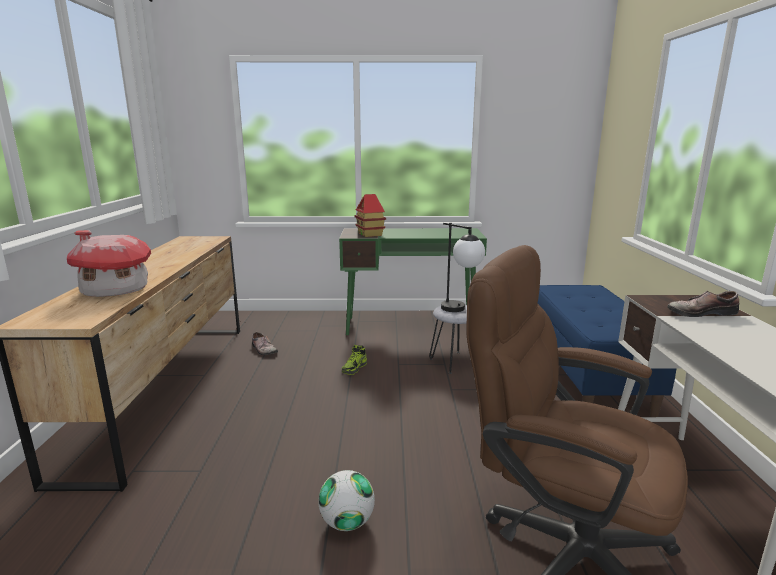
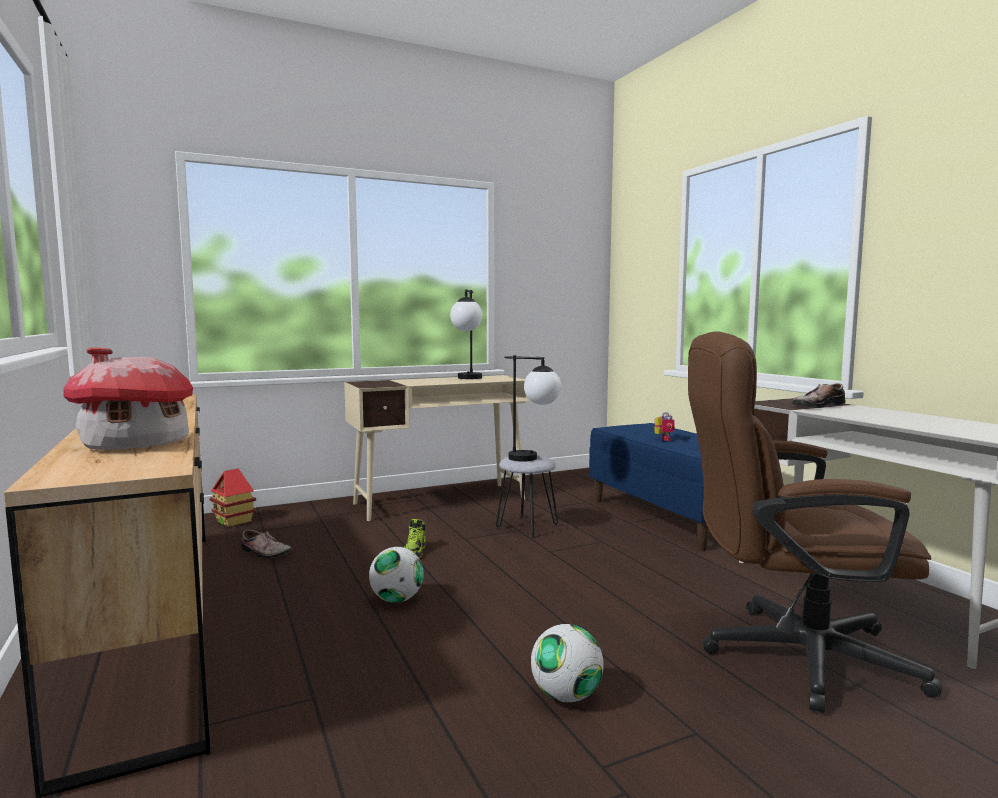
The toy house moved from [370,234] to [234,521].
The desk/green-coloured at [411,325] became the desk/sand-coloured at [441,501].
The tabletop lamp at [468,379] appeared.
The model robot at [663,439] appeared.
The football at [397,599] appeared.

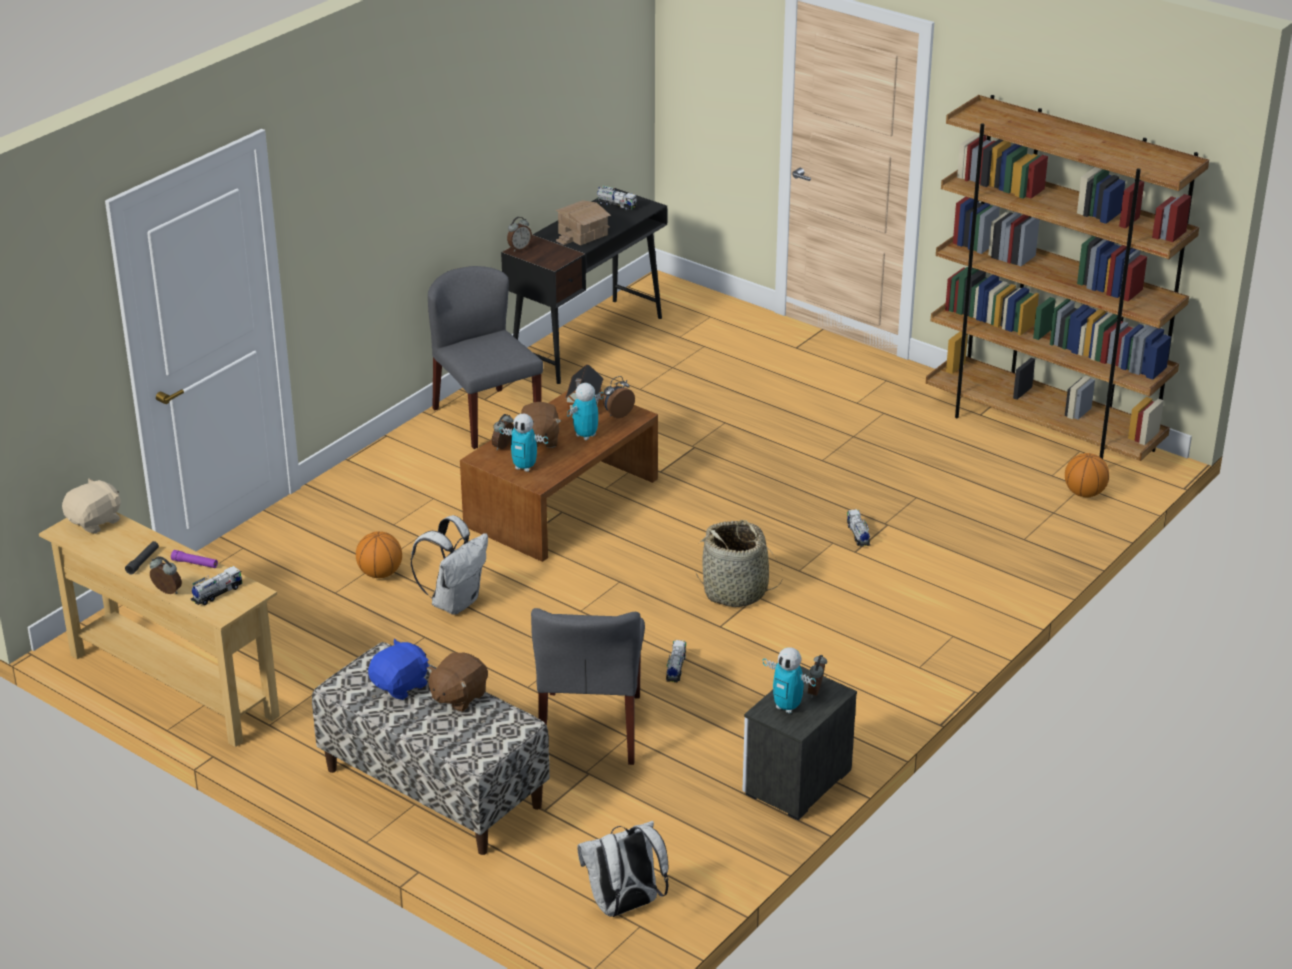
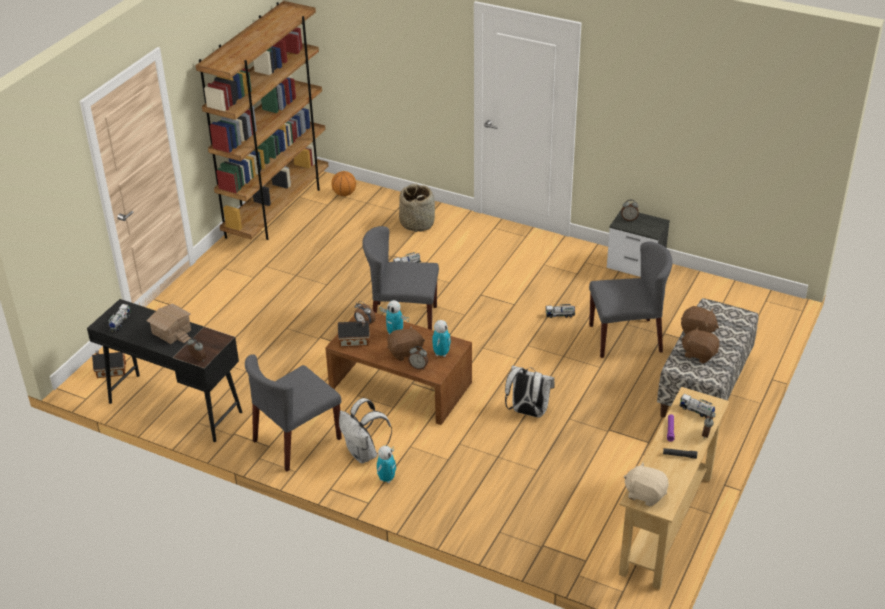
The basket moved from [736,592] to [417,223].
The basketball ball at [380,573] disappeared.
The cuddly toy/bluish at [401,686] became the cuddly toy/brown-coloured at [699,354].
The model robot moved from [787,707] to [386,479].
The backpack/white moved from [624,907] to [364,454].
The plain chair/gray at [403,320] appeared.
The toy house at [110,370] appeared.

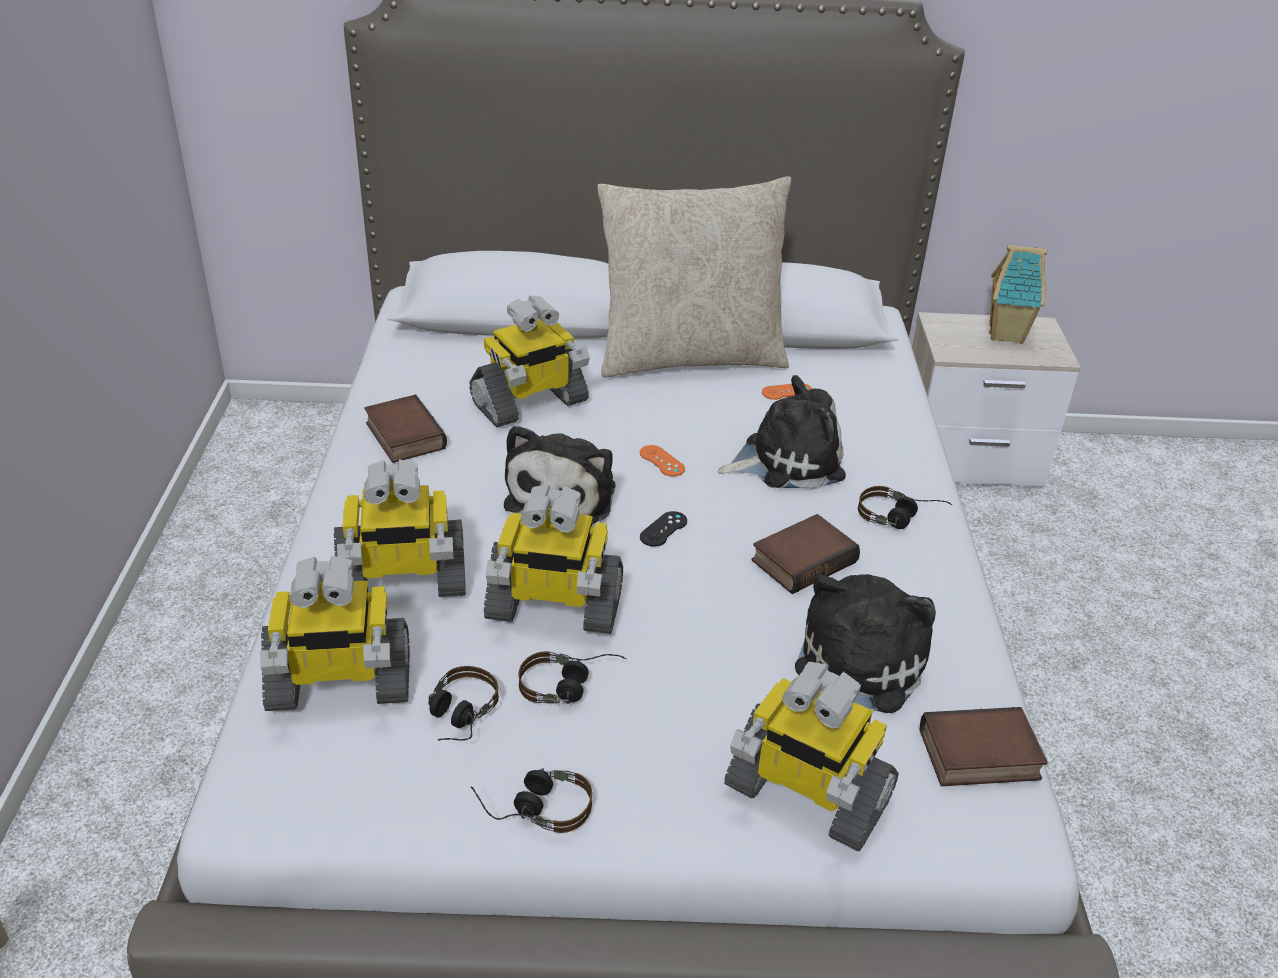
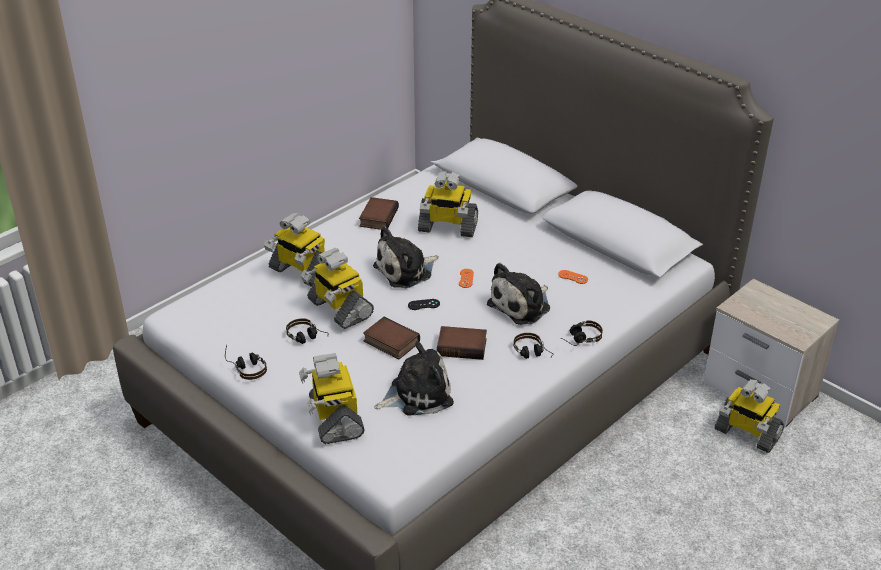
The pillow/sand-coloured at [689,356] disappeared.
The toy house at [1007,335] disappeared.
The cuddly toy at [786,460] turned 105 degrees clockwise.
The model robot moved from [339,683] to [746,433].
The headset moved from [457,719] to [579,339].
The bound book moved from [978,757] to [390,342].

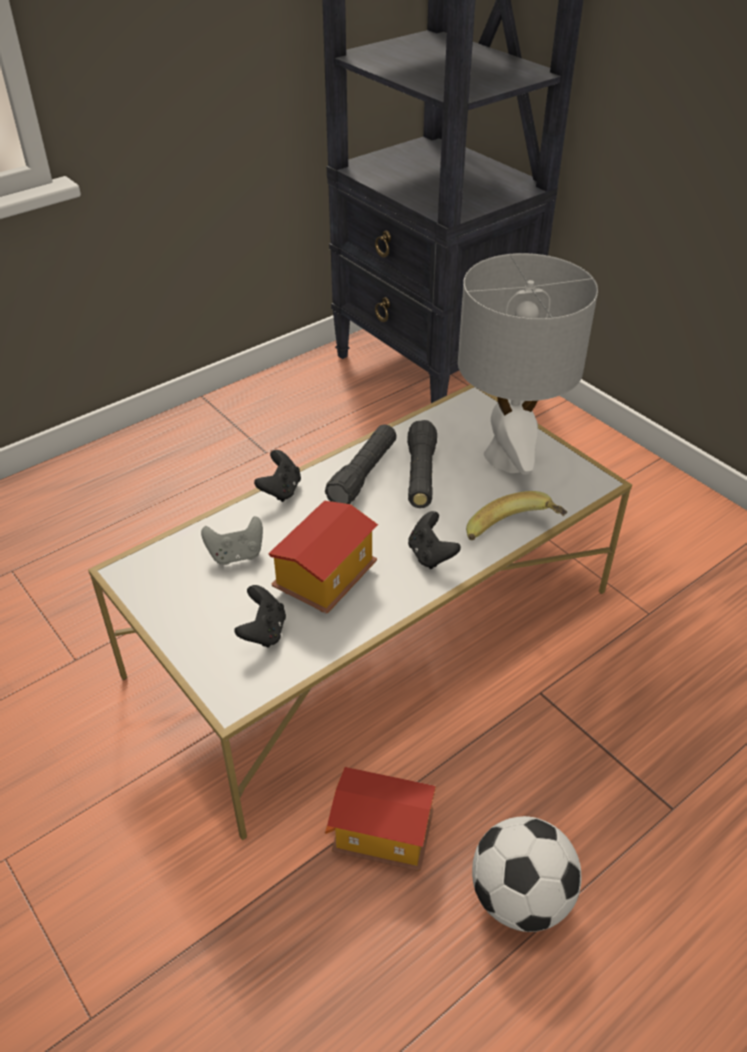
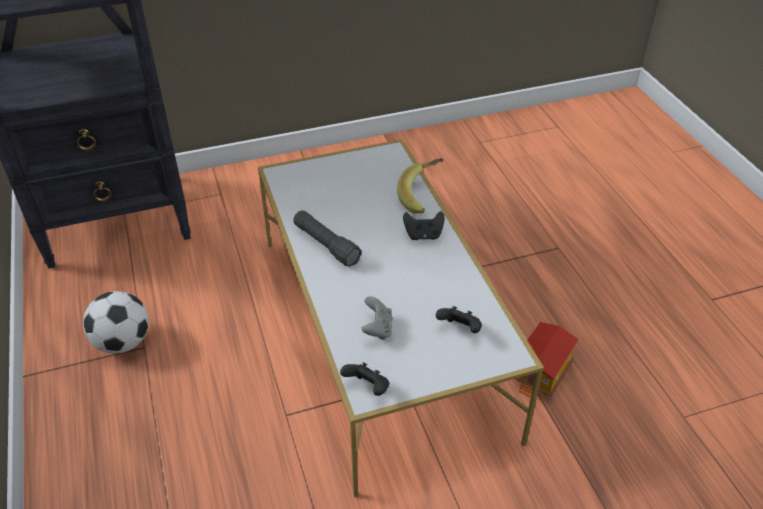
The tabletop lamp/gray at [508,458] disappeared.
The hand torch/black at [420,475] disappeared.
The gamepad/black moved from [280,490] to [367,388].
The toy house at [324,578] disappeared.
The football moved from [520,898] to [123,342].

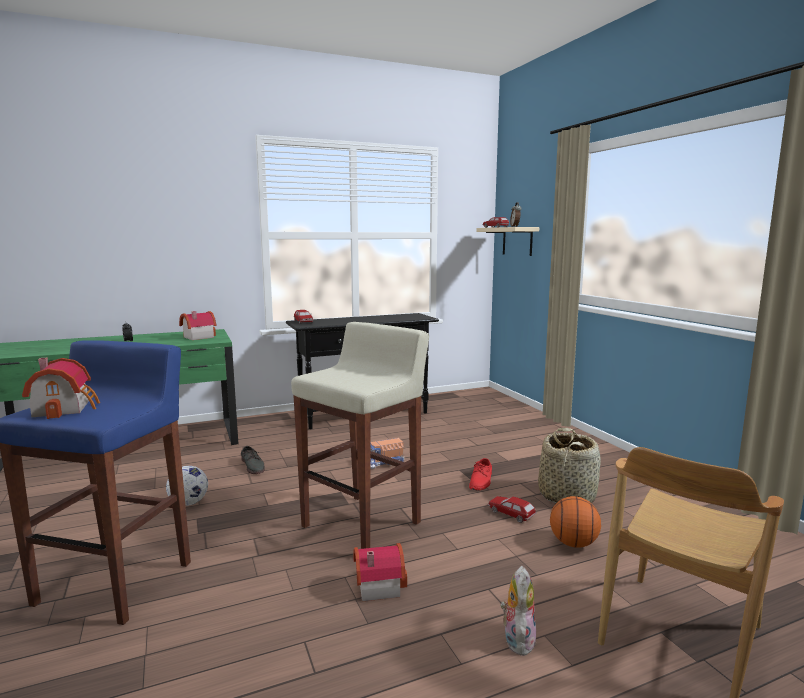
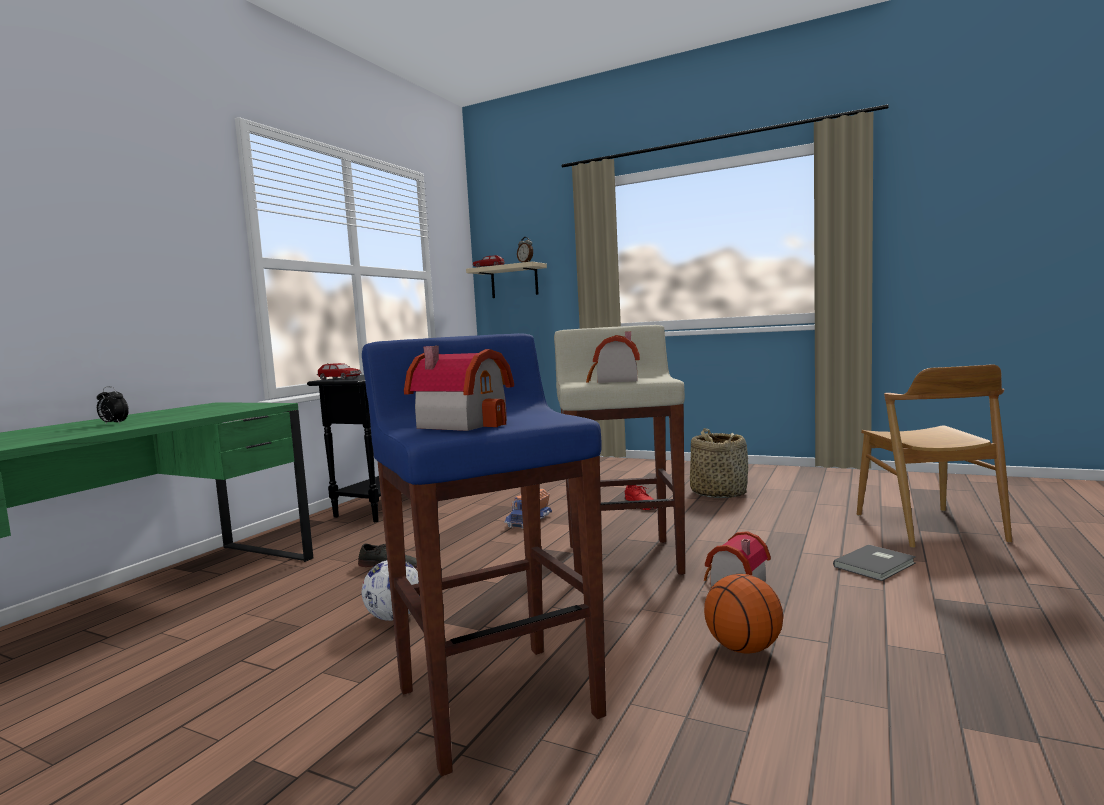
The toy house moved from [197,337] to [614,380].
The miniature car at [511,513] disappeared.
The basketball ball moved from [573,543] to [743,648].
The cuddly toy at [517,639] was replaced by the bound book/gray at [876,565].

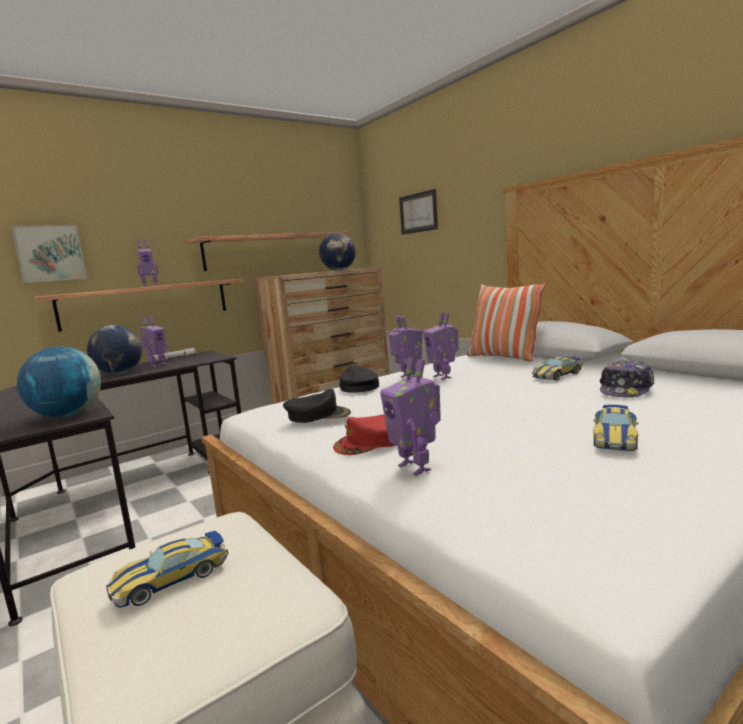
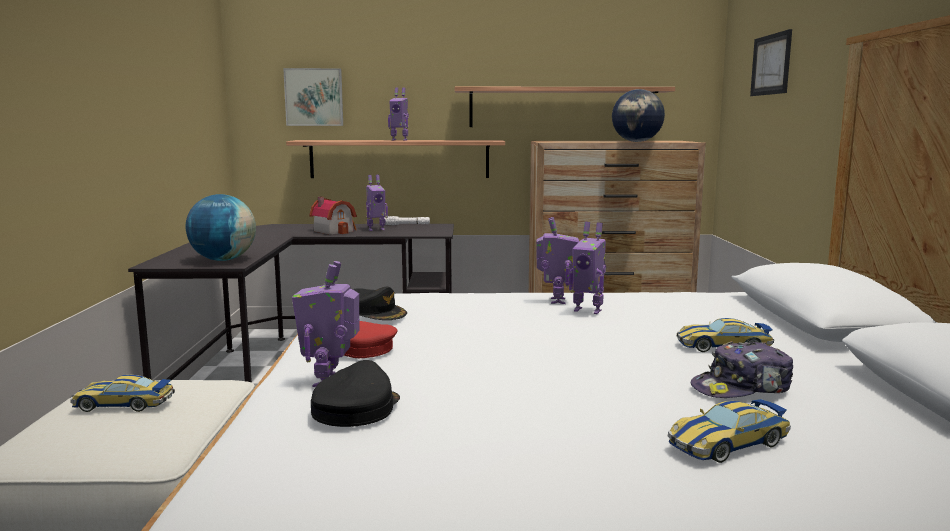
The pillow at [503,357] disappeared.
The model robot at [443,377] turned 75 degrees counterclockwise.
The world globe at [119,373] was replaced by the toy house at [335,231].
The baseball cap/black moved from [358,387] to [355,408].
The miniature car moved from [615,437] to [728,443].

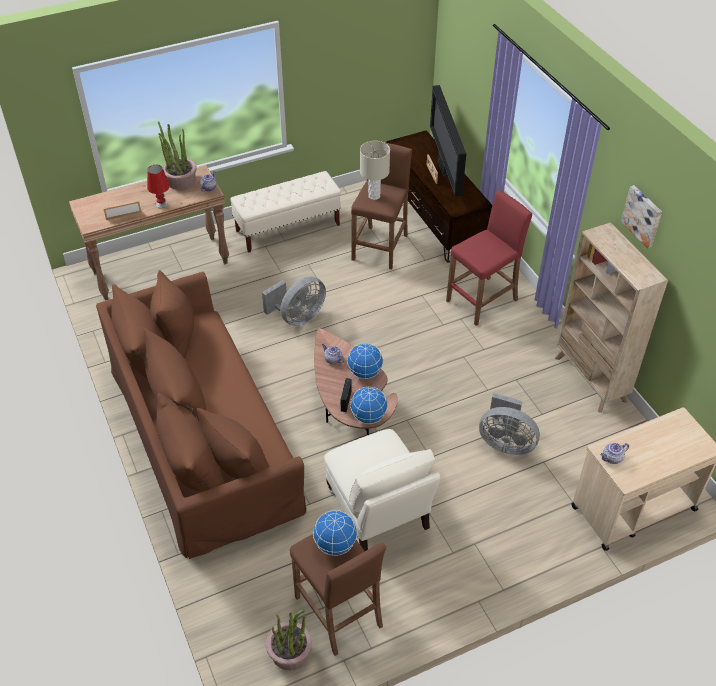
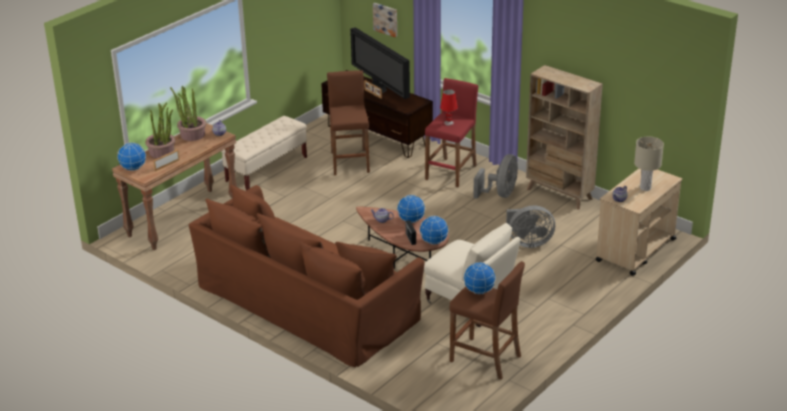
The tabletop lamp/sand-coloured moved from [374,196] to [645,188].
The tabletop lamp/reddish moved from [161,204] to [448,123].
The picture moved from [643,216] to [386,19].
The fan/gray moved from [298,317] to [500,194].
The houseplant moved from [290,652] to [162,152].
The world globe at [133,168] appeared.

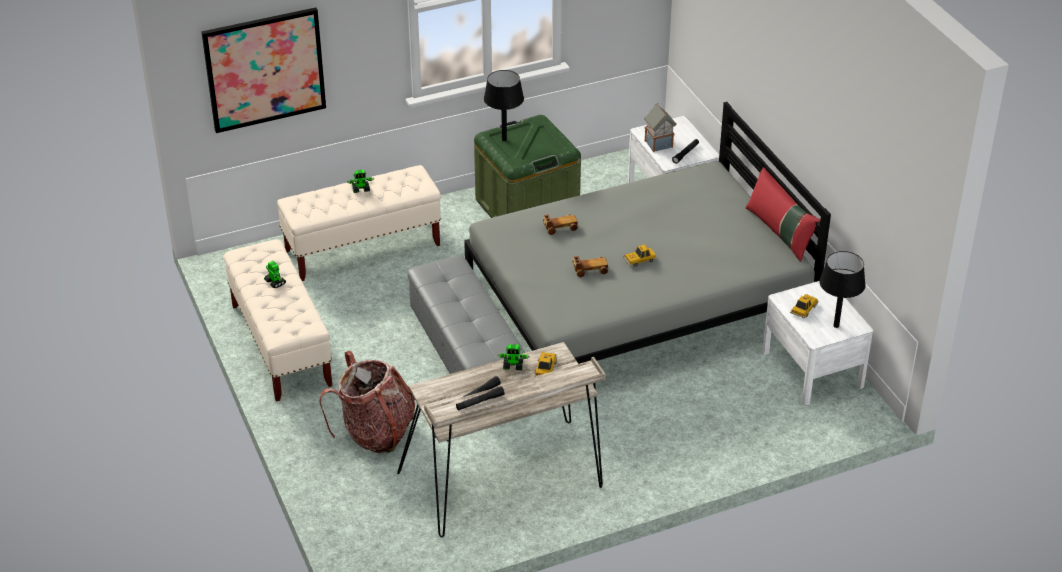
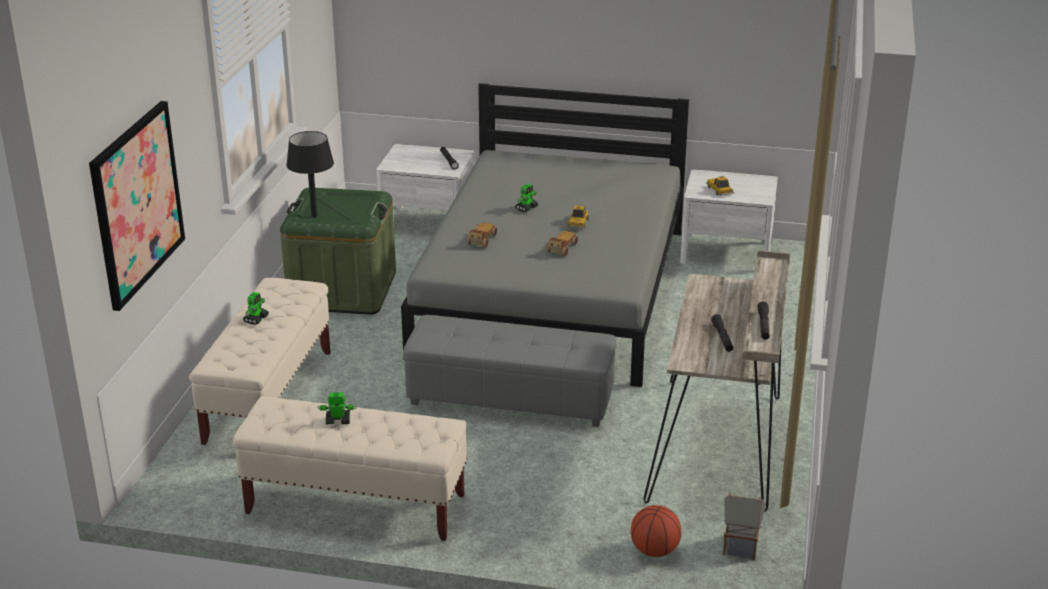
The toy house moved from [659,144] to [741,547].
The pillow/reddish at [780,233] disappeared.
The tabletop lamp/black at [836,326] disappeared.
The model robot moved from [513,366] to [527,208].
The backpack at [375,432] disappeared.
The miniature car at [545,368] disappeared.
The basketball ball at [654,551] appeared.

